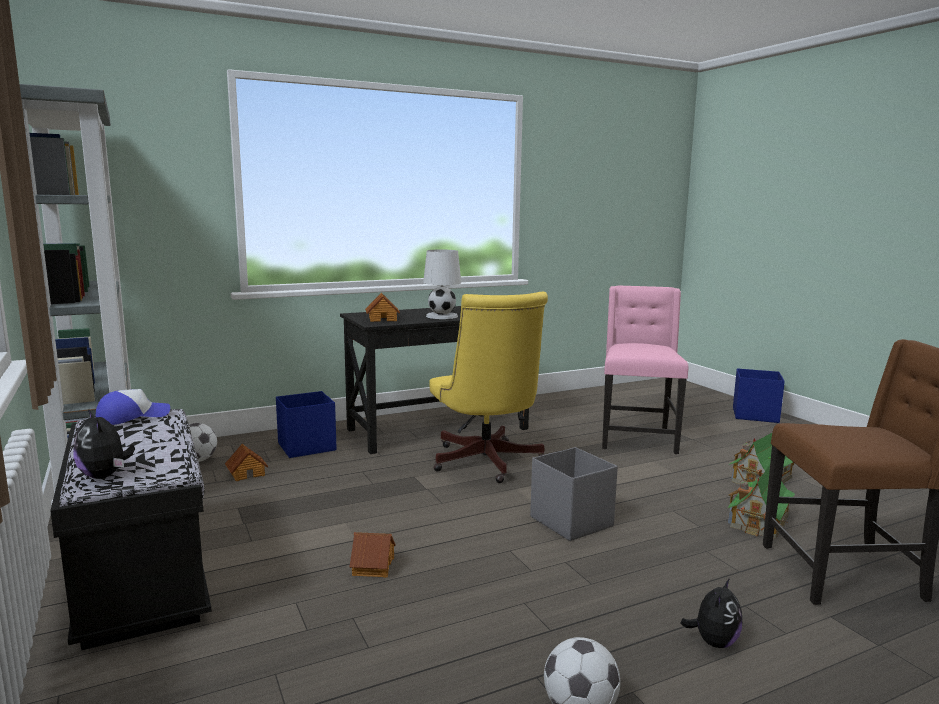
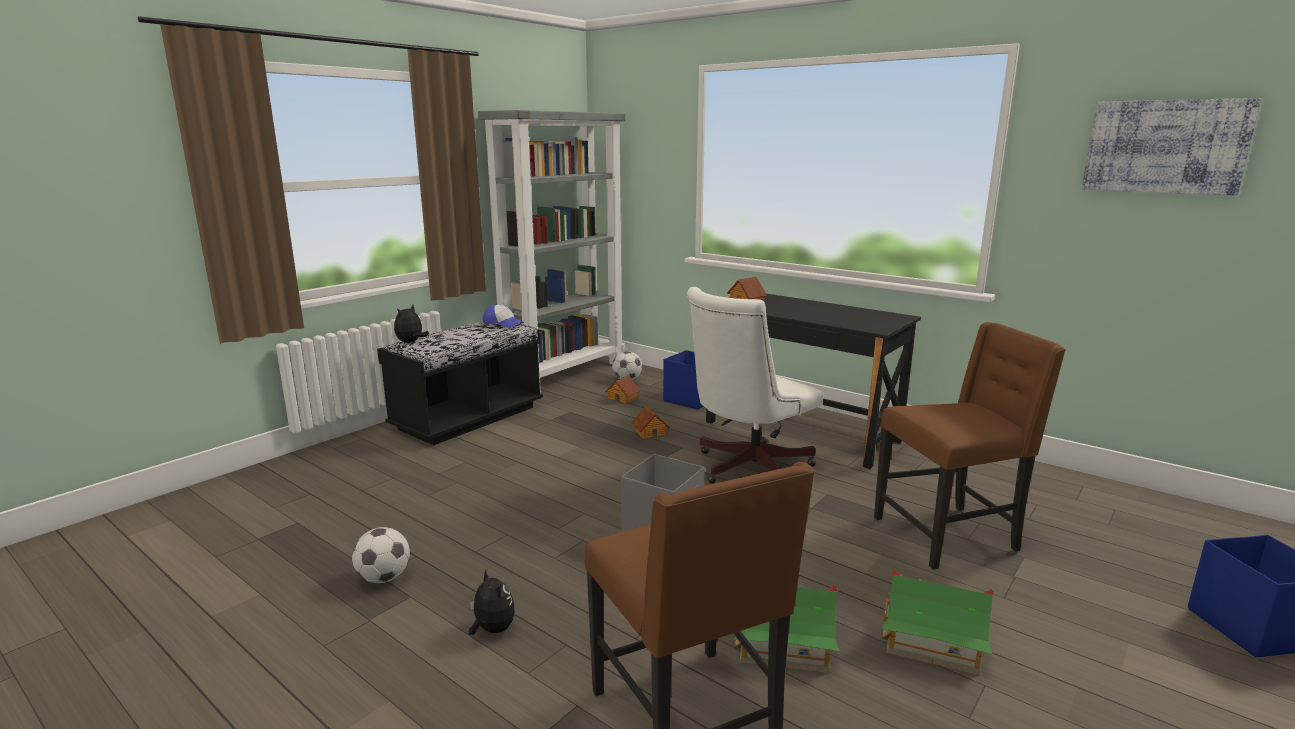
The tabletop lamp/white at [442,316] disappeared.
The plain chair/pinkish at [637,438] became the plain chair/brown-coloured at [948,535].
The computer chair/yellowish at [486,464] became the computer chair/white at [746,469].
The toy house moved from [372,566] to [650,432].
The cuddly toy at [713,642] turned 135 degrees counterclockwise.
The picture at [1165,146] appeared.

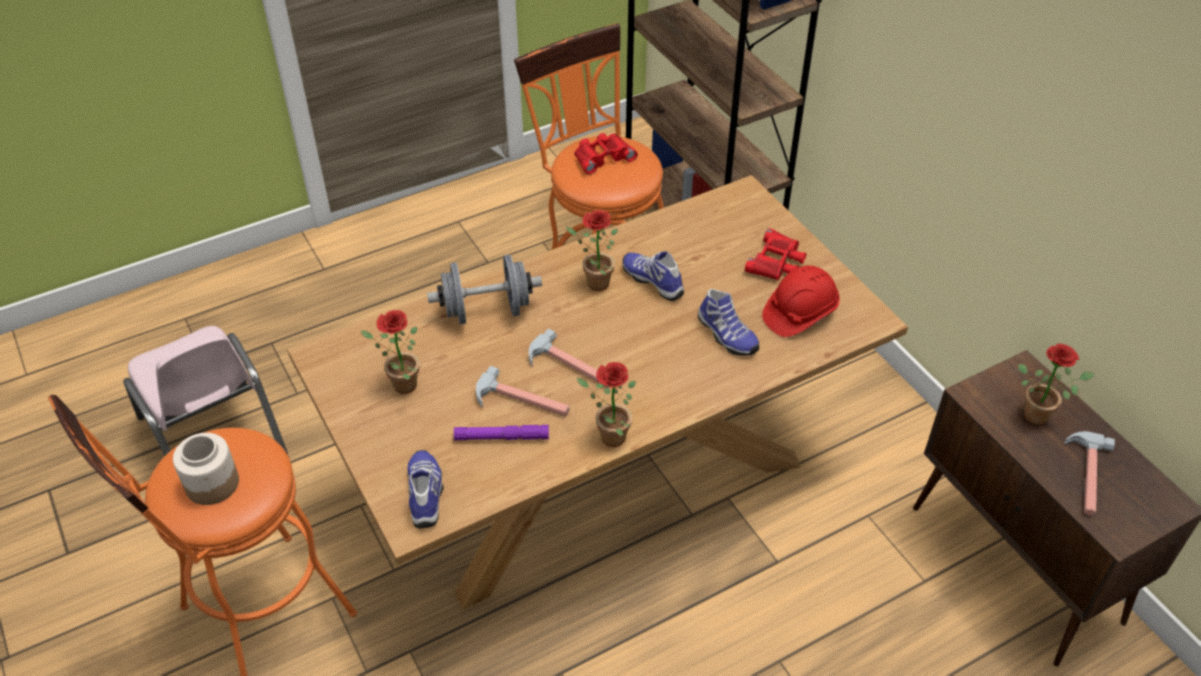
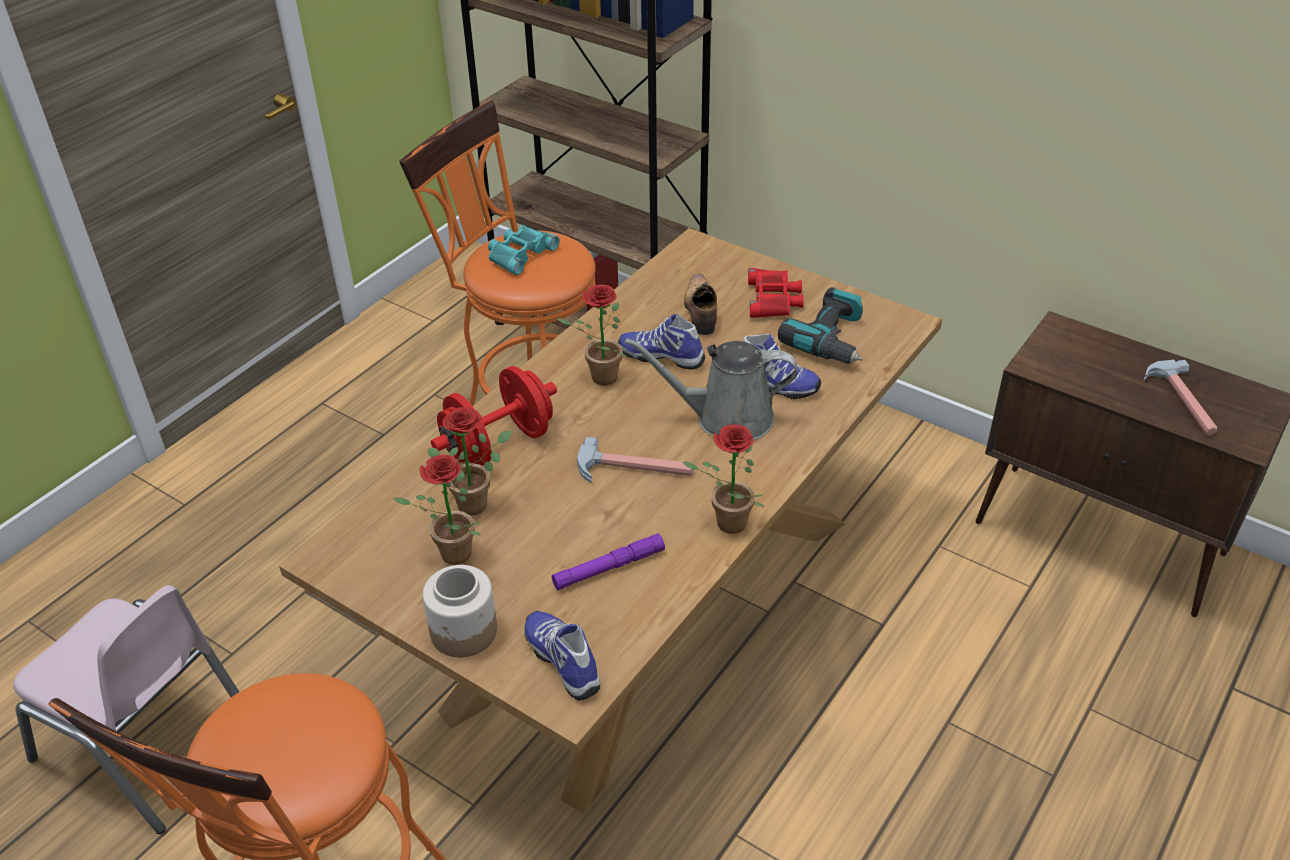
The field glasses/reddish at [602,157] became the field glasses/blue-green at [519,254].
The free weight/gray at [487,311] became the free weight/reddish at [498,444].
The hard hat/reddish at [799,313] was replaced by the drill at [832,340].
The houseplant moved from [1040,414] to [477,501].
The hammer at [521,402] disappeared.
The jar moved from [212,484] to [464,632].
The low shoe at [700,311] appeared.
The sprinkling can/gray at [726,418] appeared.

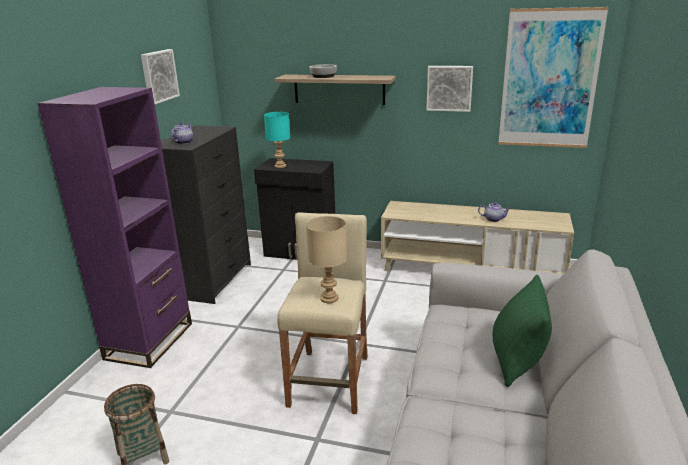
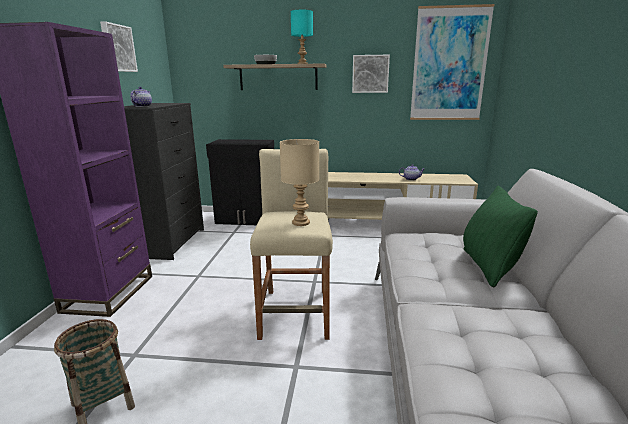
The tabletop lamp/blue-green moved from [280,166] to [303,63].

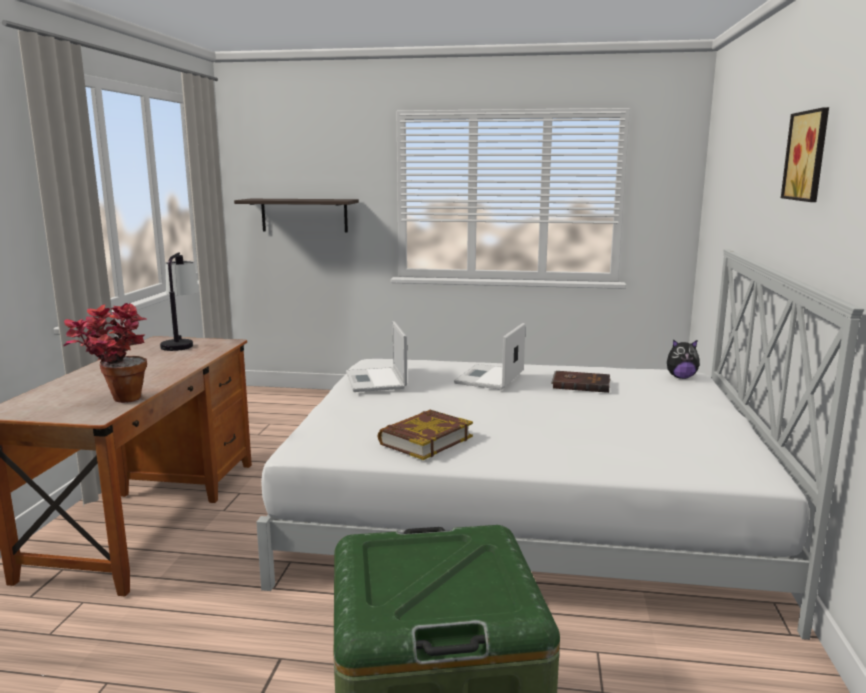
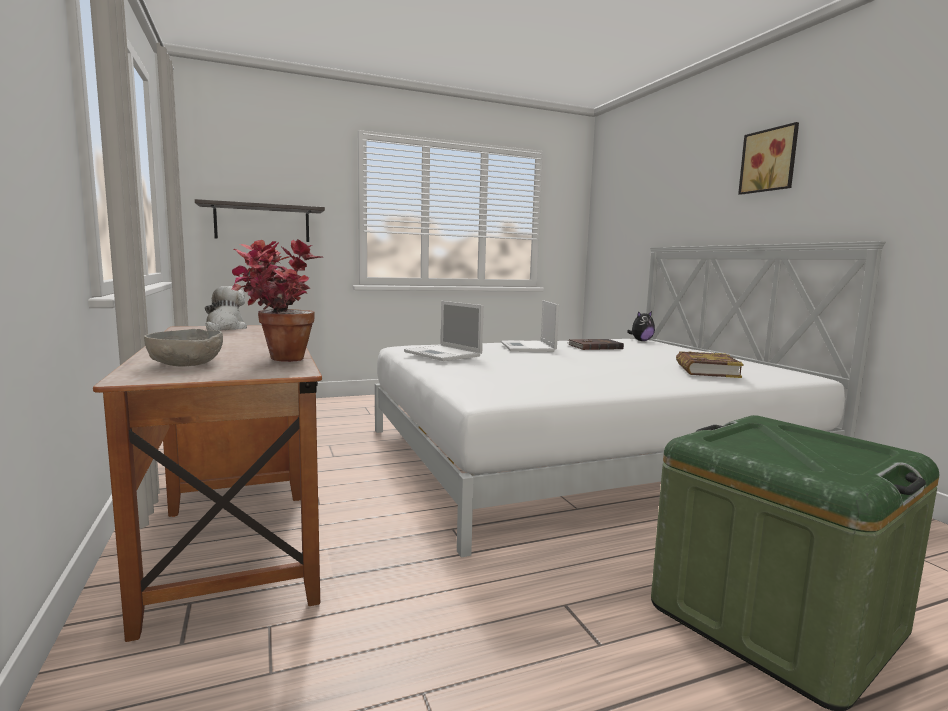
The tabletop lamp at [181,343] was replaced by the cuddly toy at [224,328].
The bound book moved from [425,440] to [706,370].
The serving bowl/gray at [186,364] appeared.

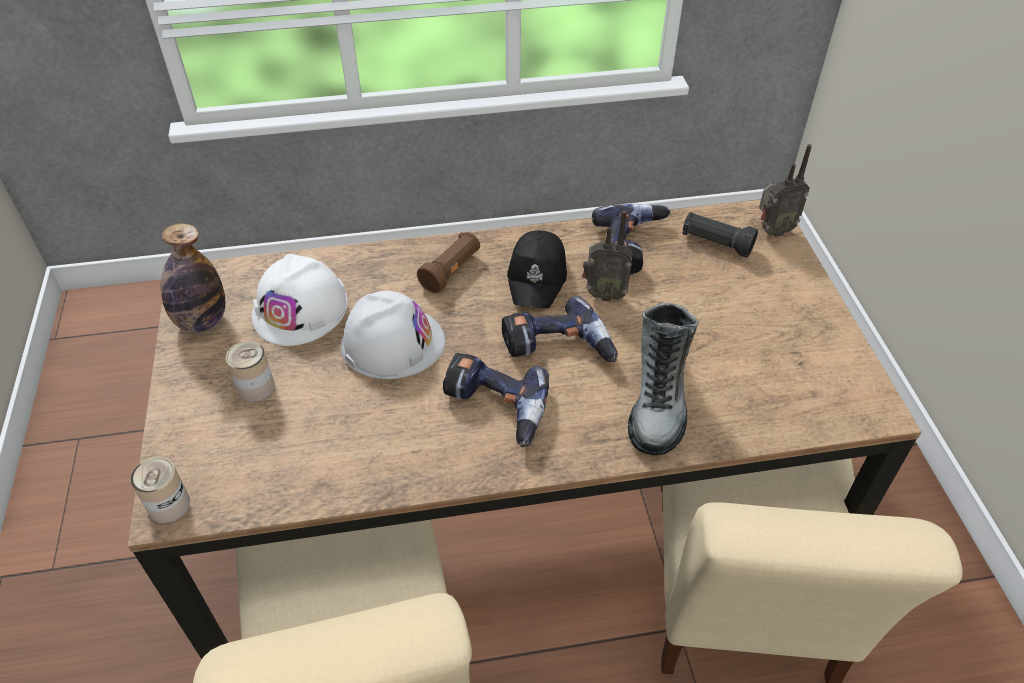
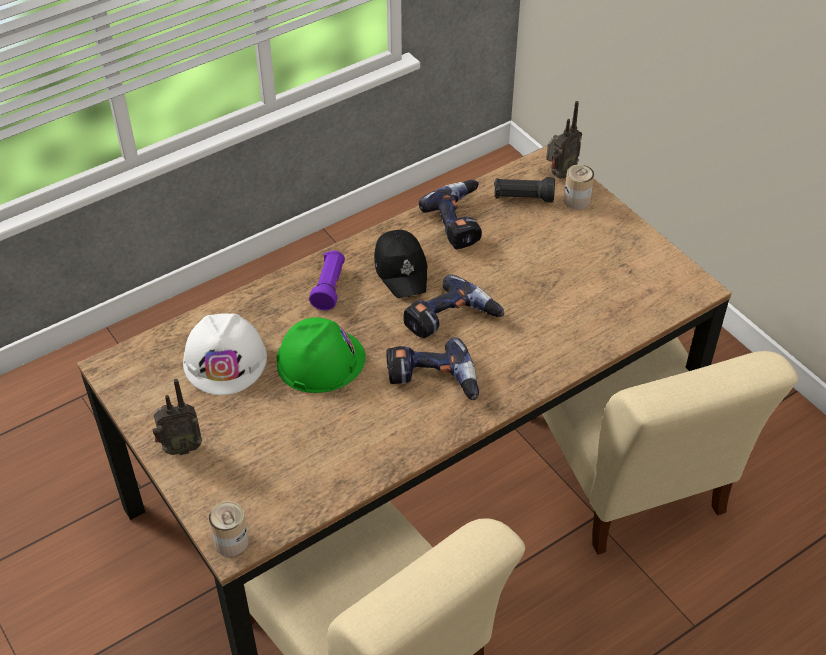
The radio set moved from [604,294] to [180,447].
The bottle at [202,321] disappeared.
The hand torch/brown-coloured at [451,271] became the hand torch/purplish at [329,287].
The hard hat/white at [392,343] became the hard hat/green-coloured at [320,360].
The boot at [658,402] disappeared.
The can moved from [256,387] to [576,200].

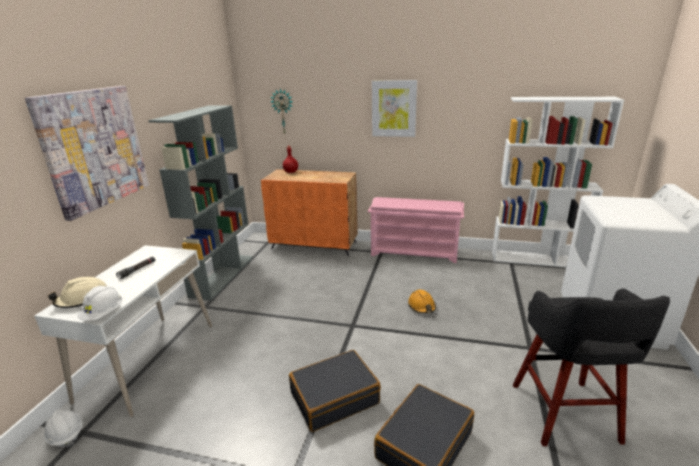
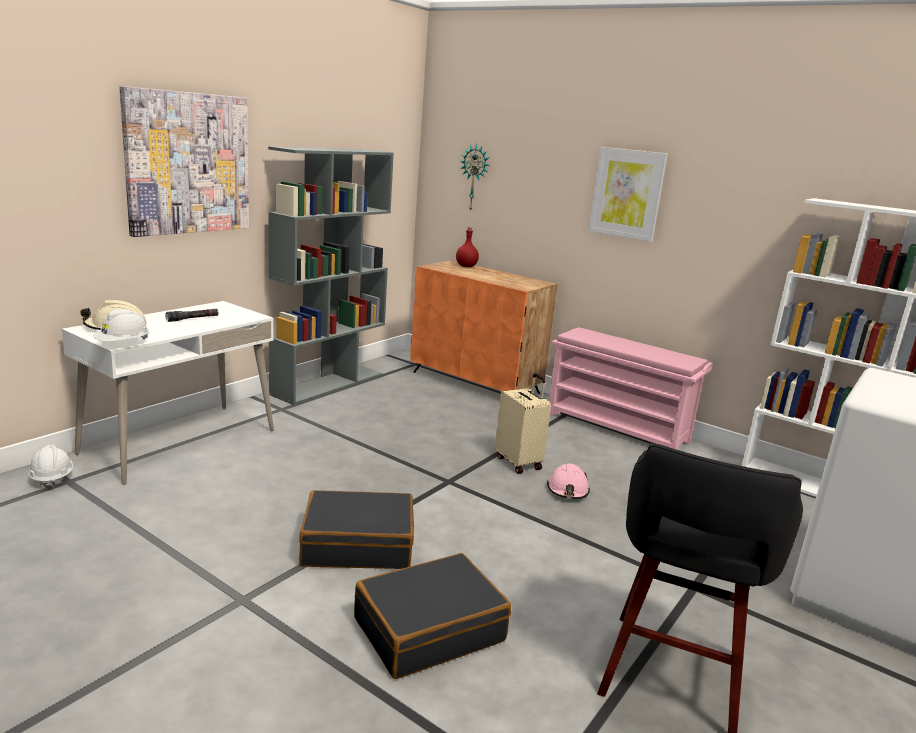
The hard hat/orange-coloured at [422,306] became the hard hat/pinkish at [567,490].
The piece of luggage/sand-coloured at [519,462] appeared.

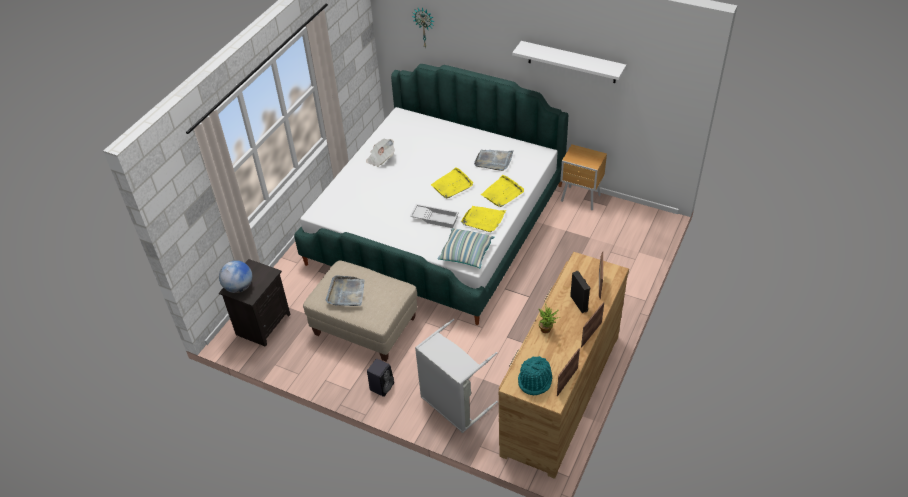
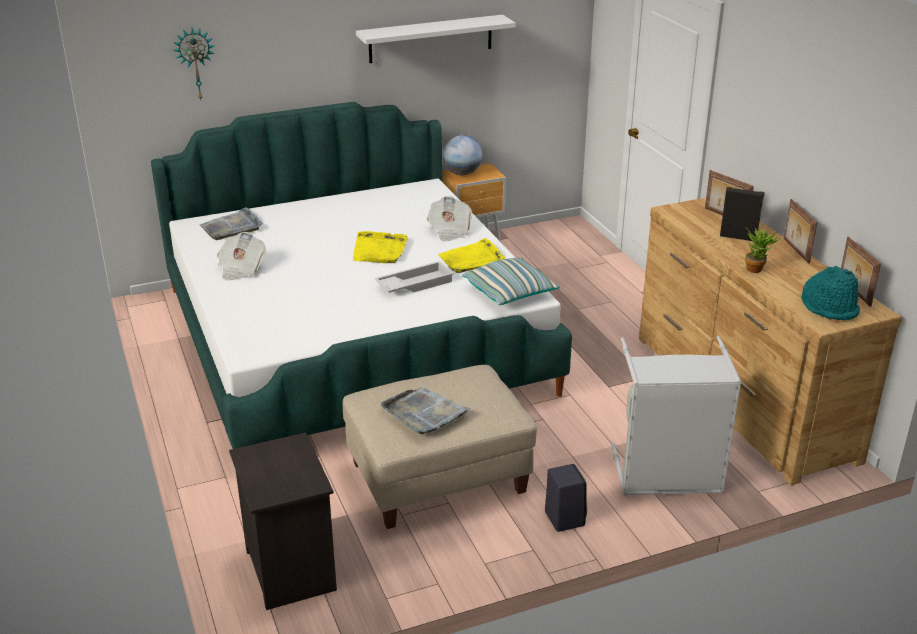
The tray/gray moved from [494,161] to [232,227].
The tray/yellowish at [502,193] was replaced by the newspaper at [449,231].
The world globe moved from [239,287] to [462,173].

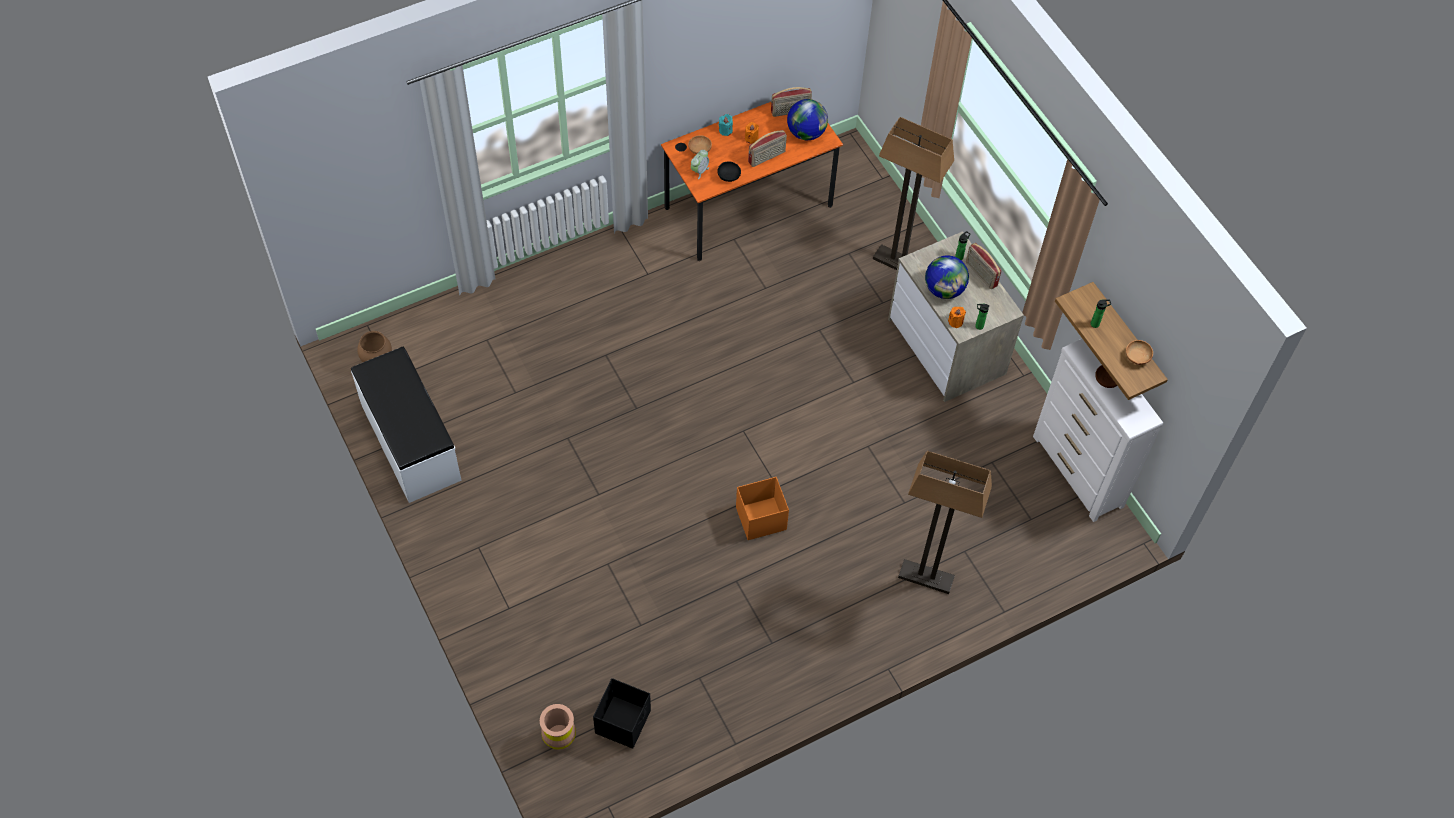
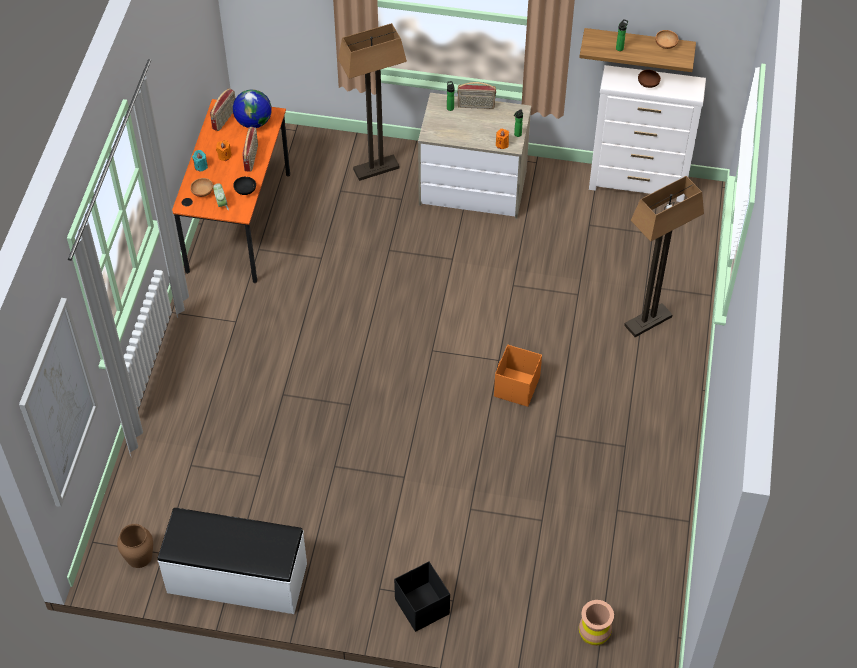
The world globe at [944,289] disappeared.
The storage box/black moved from [623,721] to [422,606].
The picture at [58,404] appeared.

